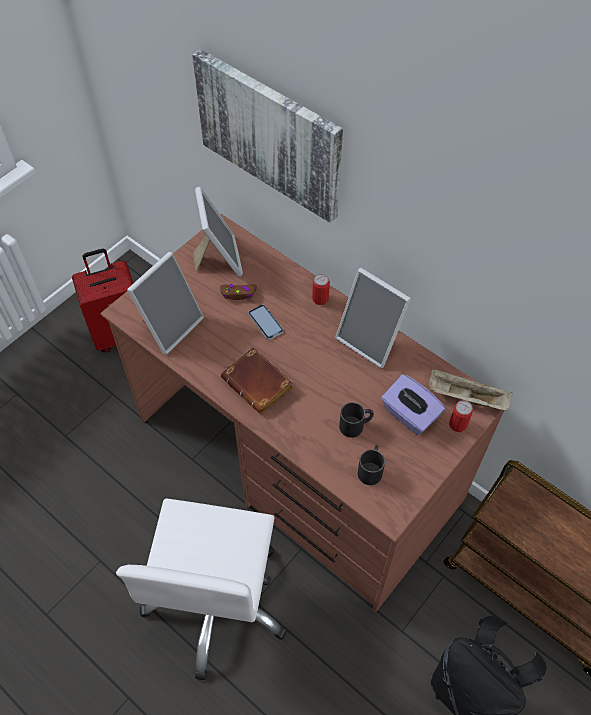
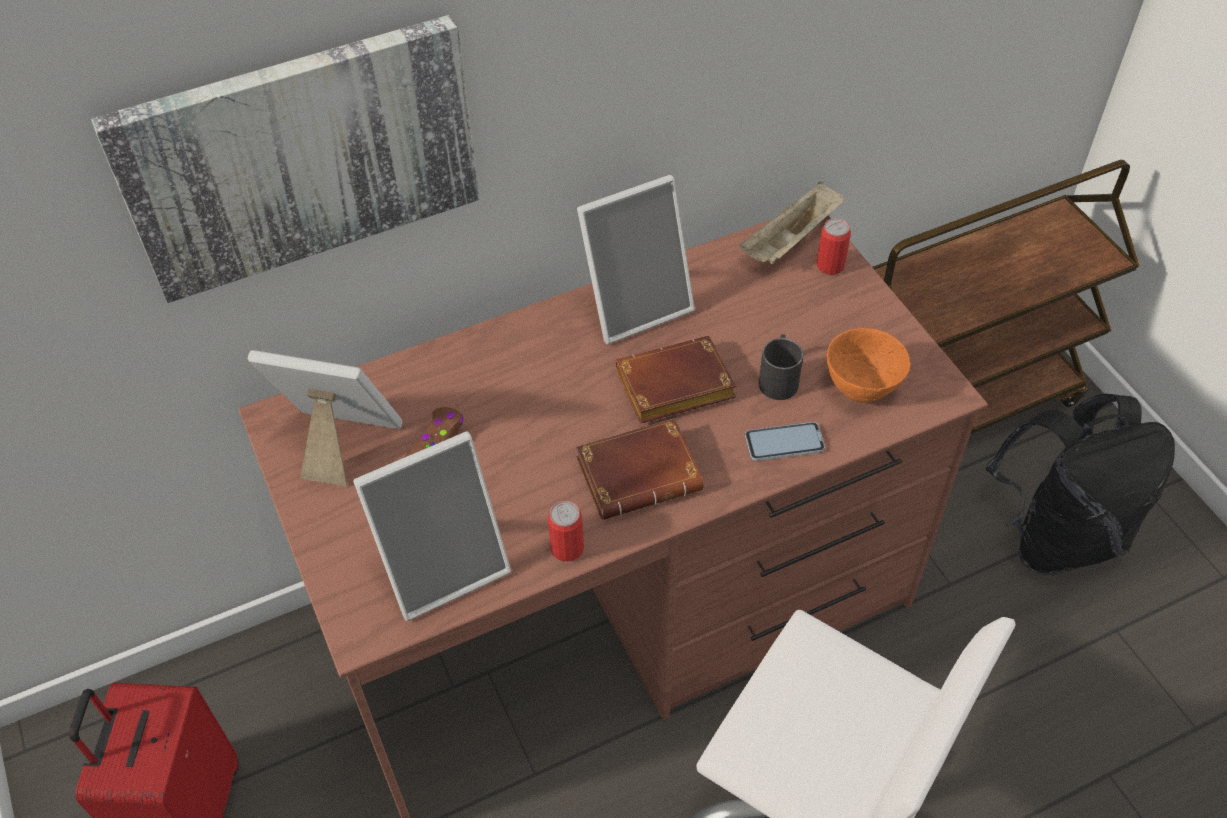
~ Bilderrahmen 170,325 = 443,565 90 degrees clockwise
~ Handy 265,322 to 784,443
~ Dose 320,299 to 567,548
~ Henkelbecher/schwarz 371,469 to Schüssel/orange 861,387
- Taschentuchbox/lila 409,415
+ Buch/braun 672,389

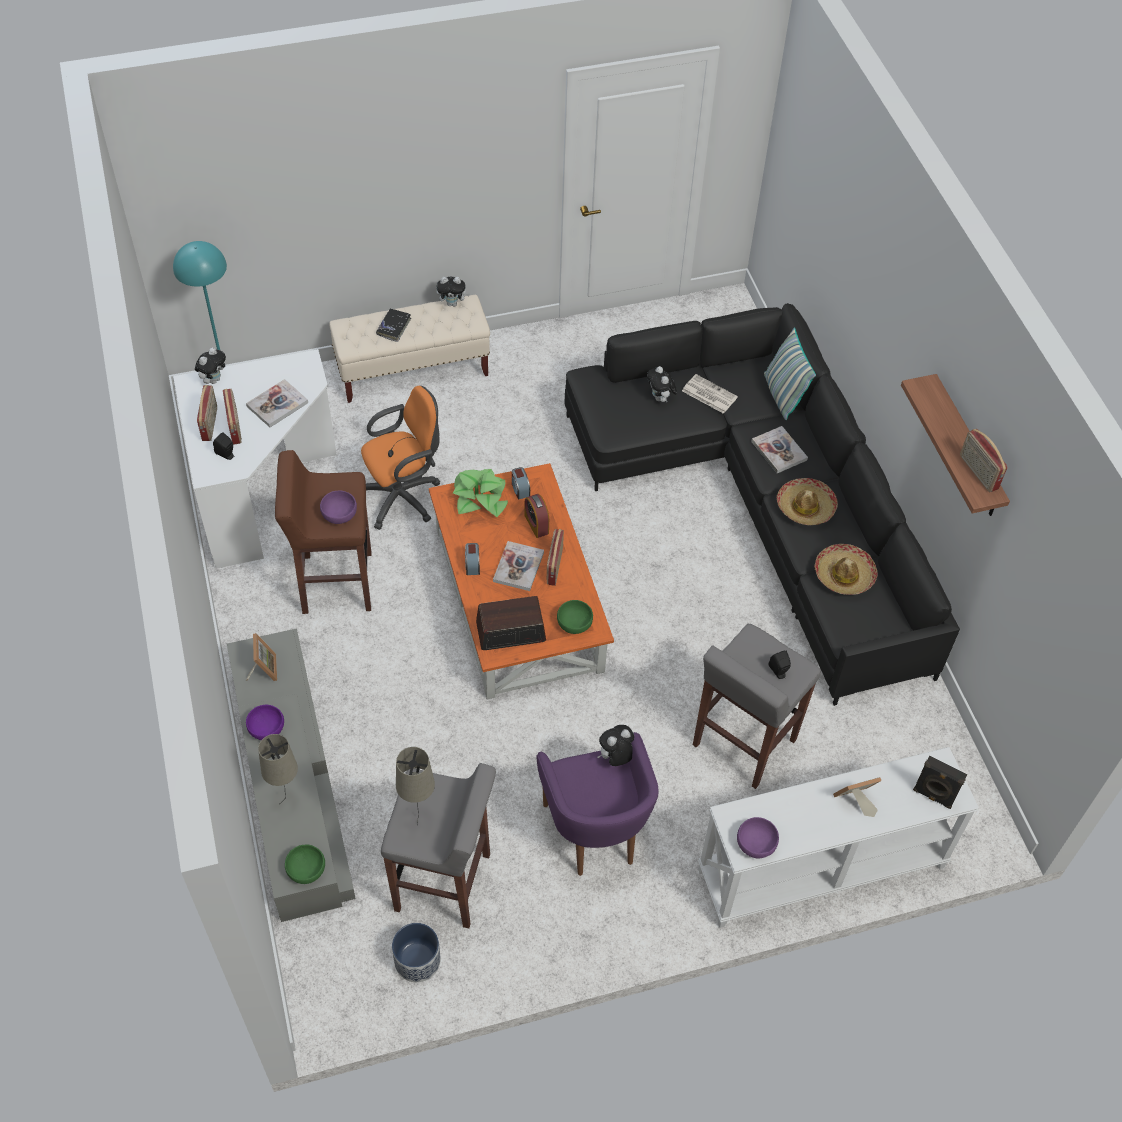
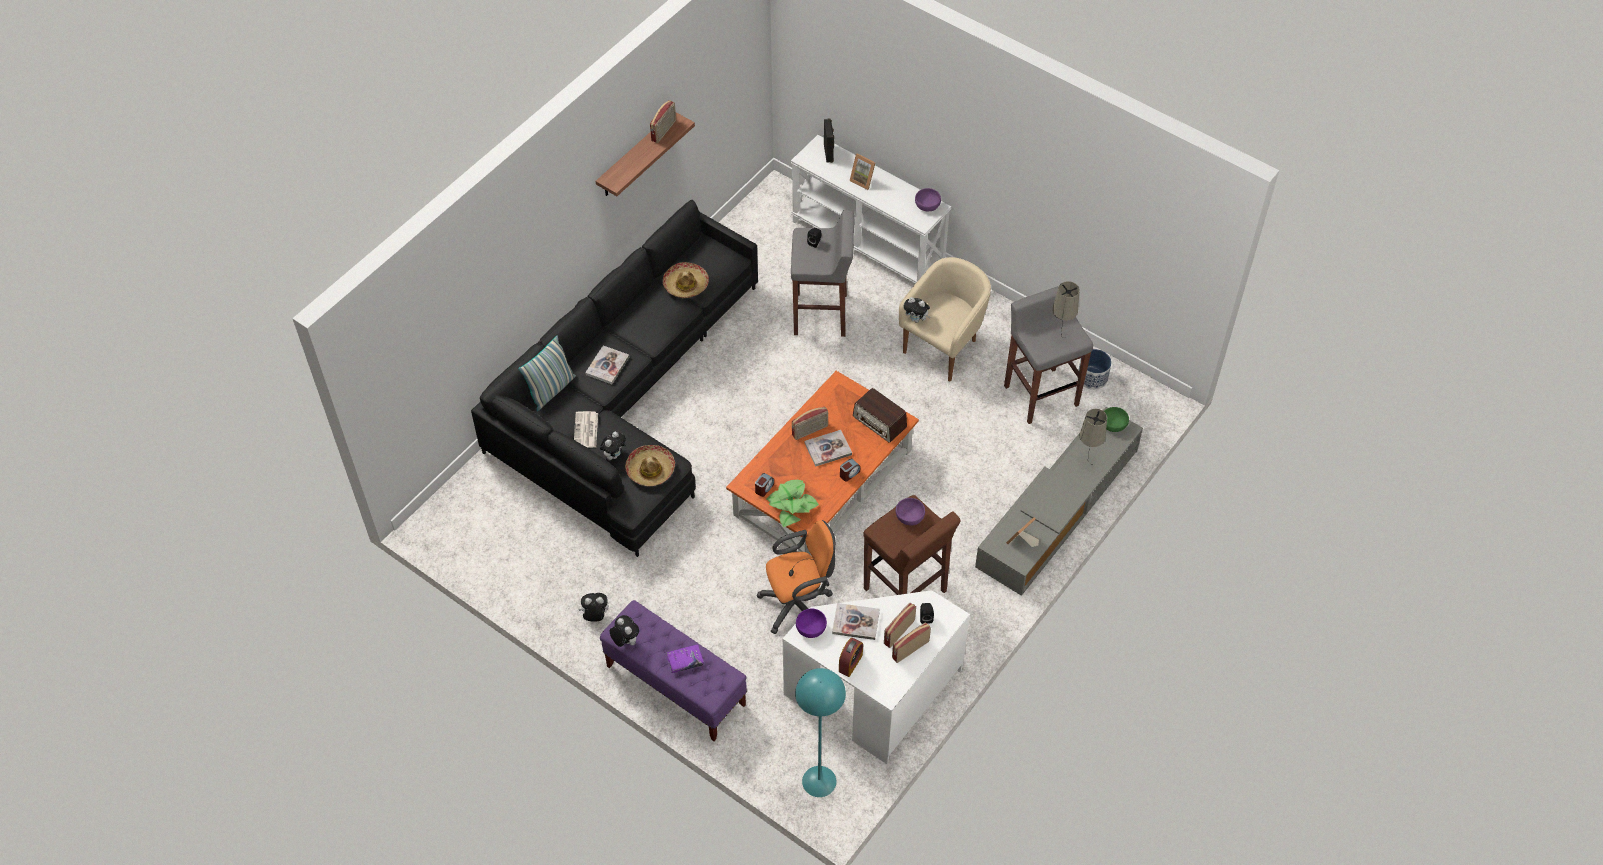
~ Plüschtier 213,379 to 595,616
~ Schüssel/lila 266,729 to 811,628
~ Bank/beige 413,371 to Bank/lila 675,685
~ Bürostuhl/orange 404,496 = 799,604 135 degrees clockwise
~ Buch/schwarz 394,327 to Buch/lila 685,661
~ Wecker 536,524 to 850,663
~ Sessel/lila 594,833 to Sessel/beige 944,348
- Schüssel/grün 574,623
~ Hut 805,507 to 650,470

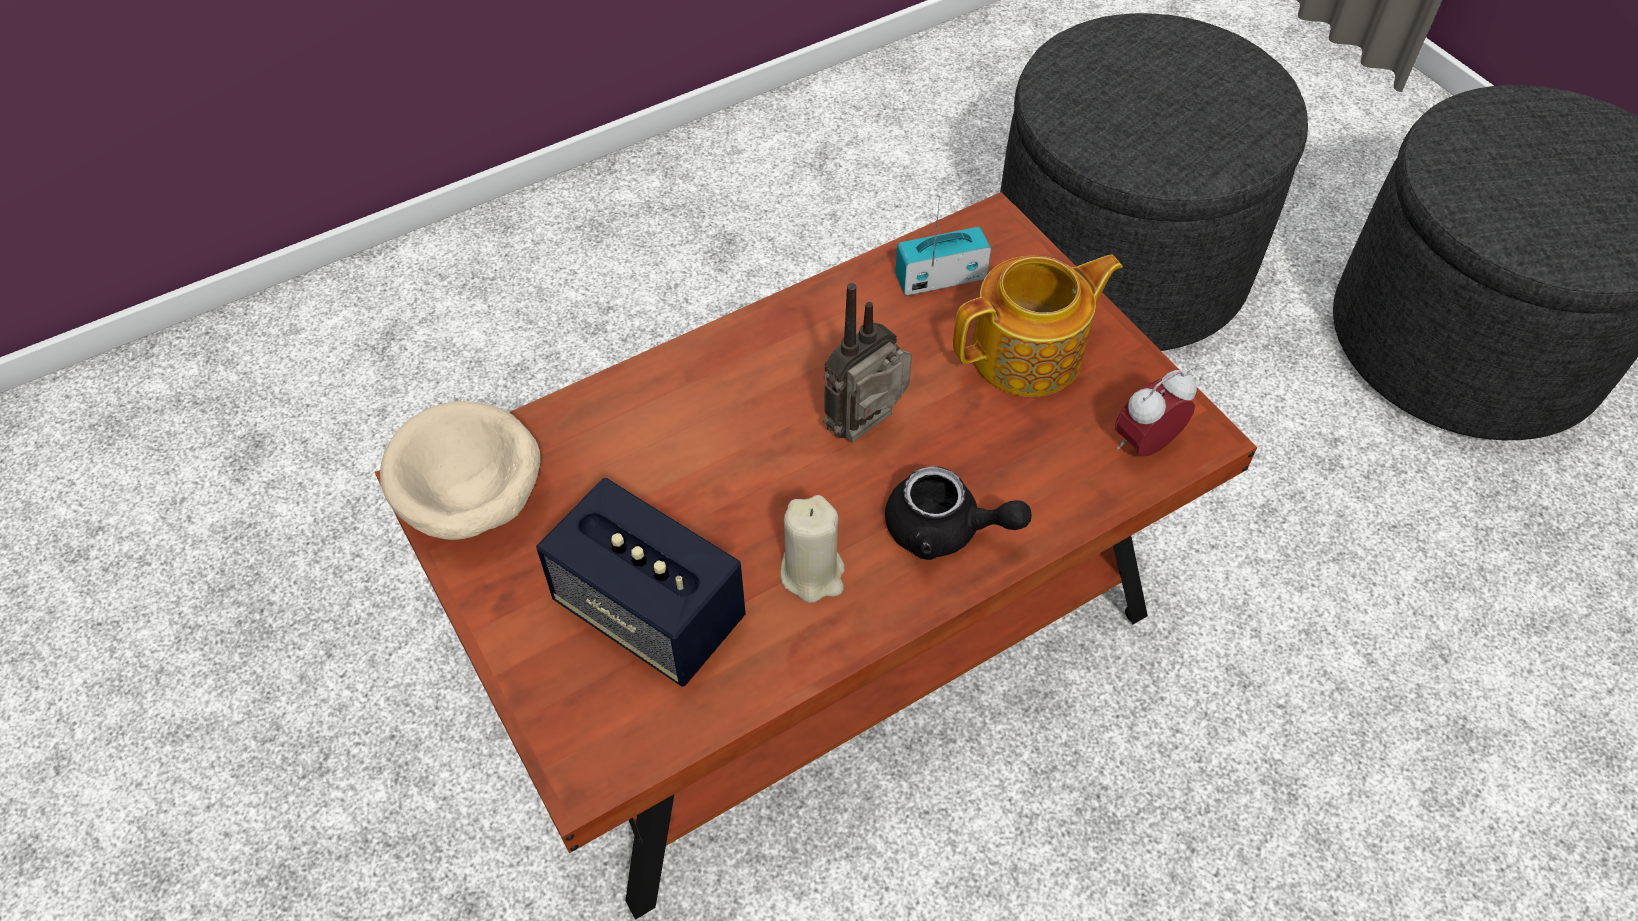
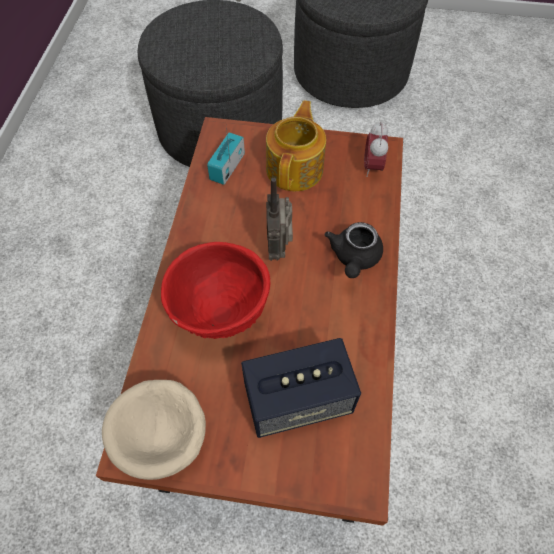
- Kerze/beige 813,573
~ Teekanne/schwarz 945,531 = 354,258 135 degrees clockwise
+ Schüssel/rot 220,312

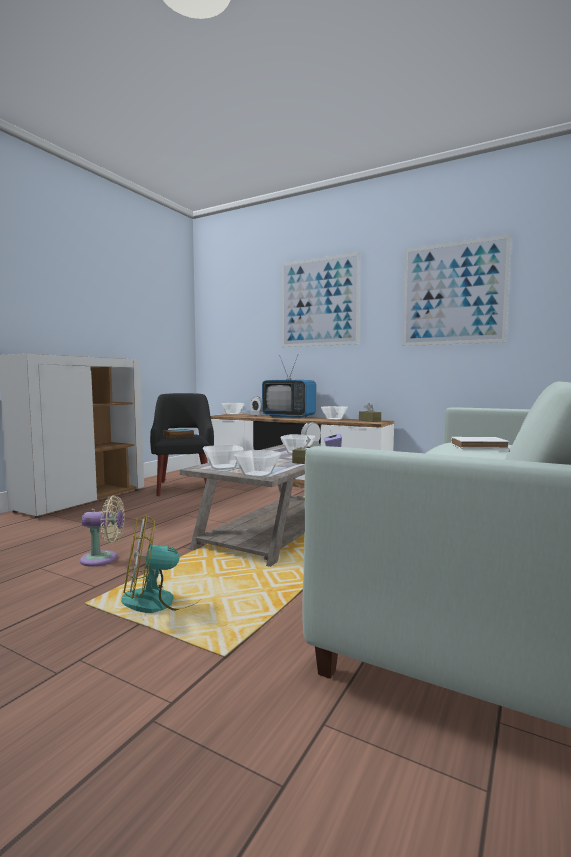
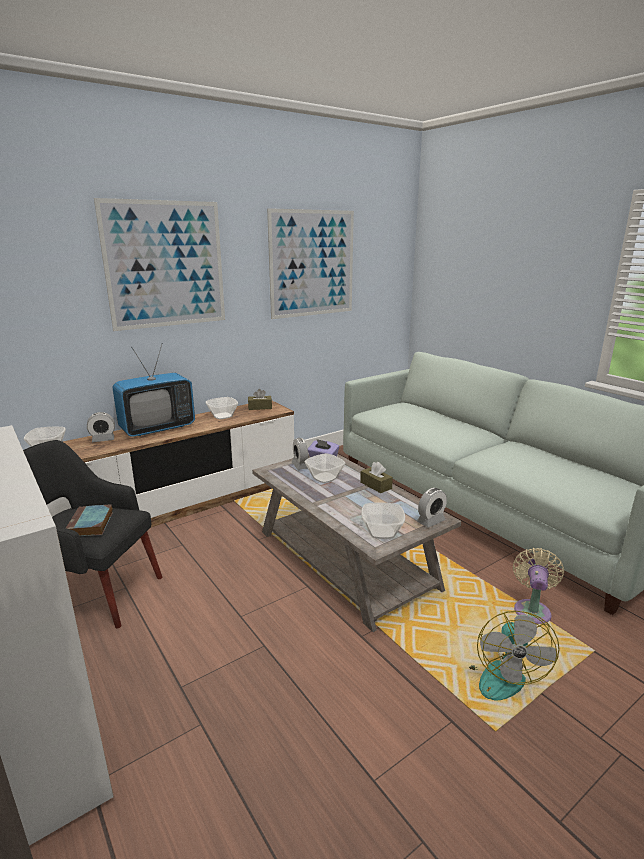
~ Ventilator/beige 103,559 to 532,609
~ Schüssel 258,474 to Wecker 431,521
- Buch/weiß 480,446

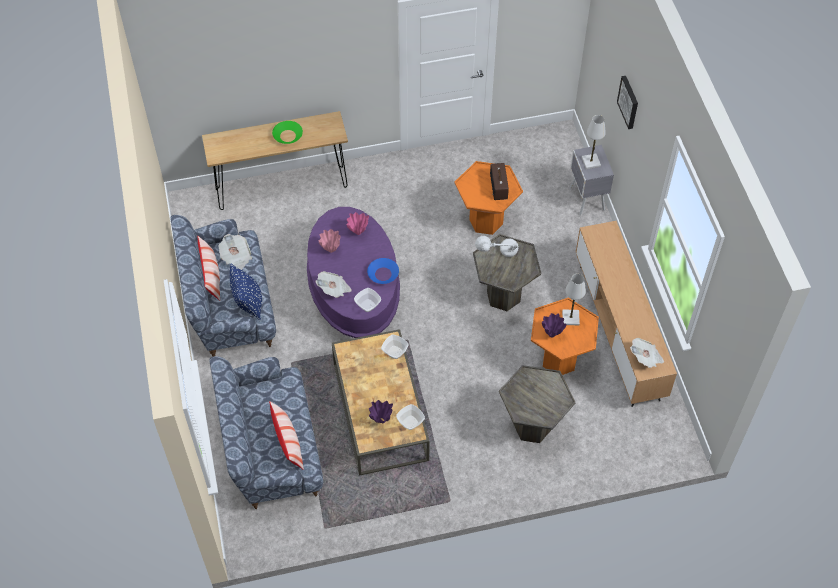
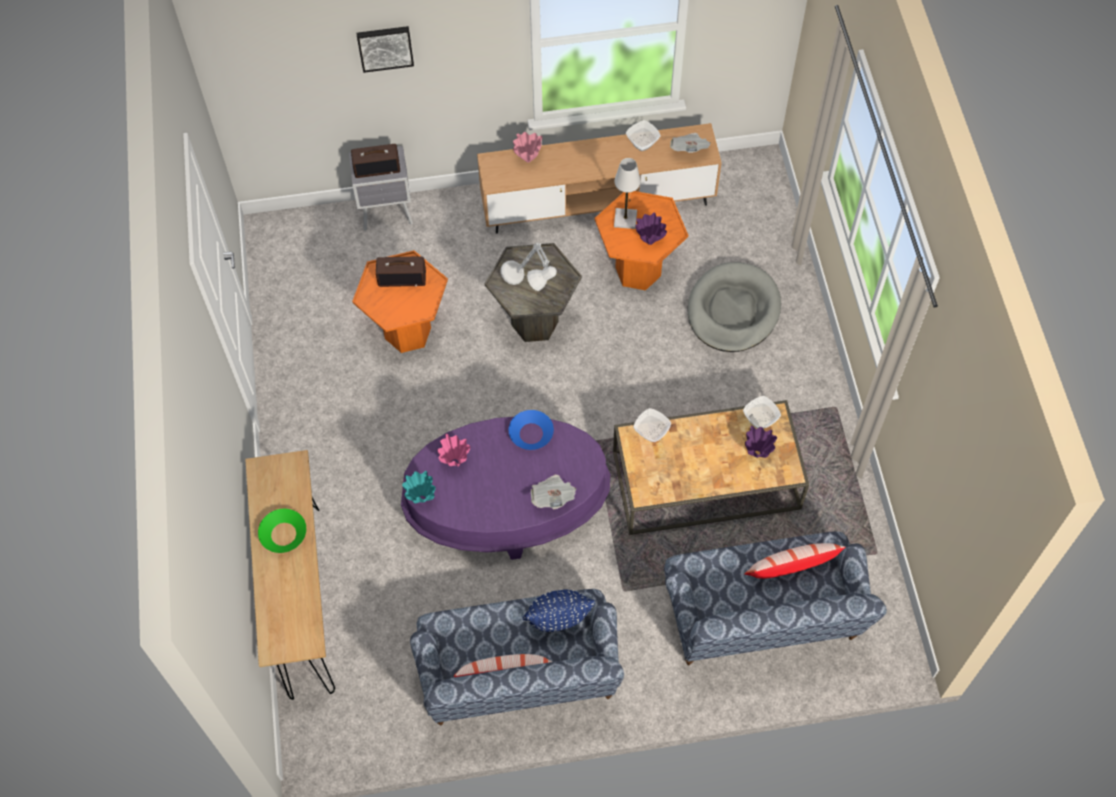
- Zeitung 236,257
~ Vase/rosa 331,250 to 527,160
~ Schüssel 368,305 to 642,143
~ Beistelltisch/grau 532,427 to Hundebett/grau 733,310
~ Tischlampe/weiß 591,162 to Radio 377,167
+ Vase/türkis 421,498

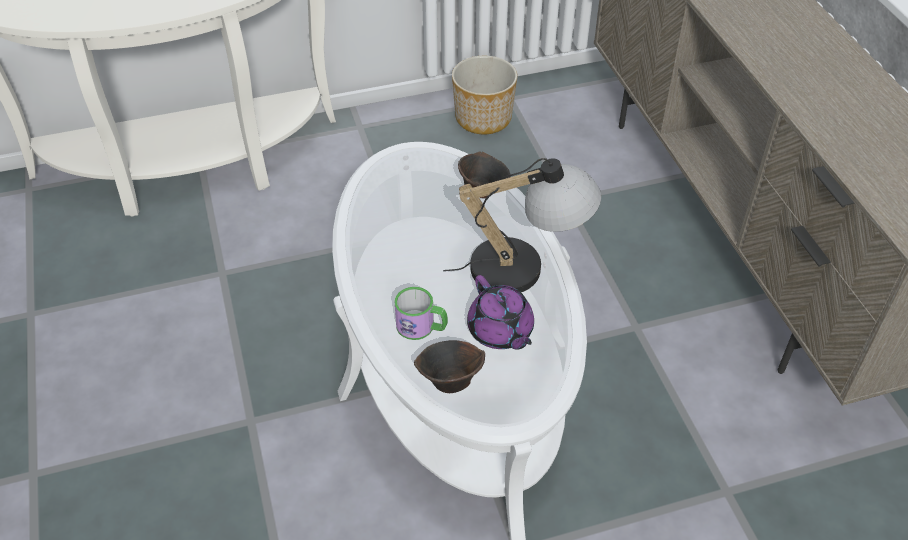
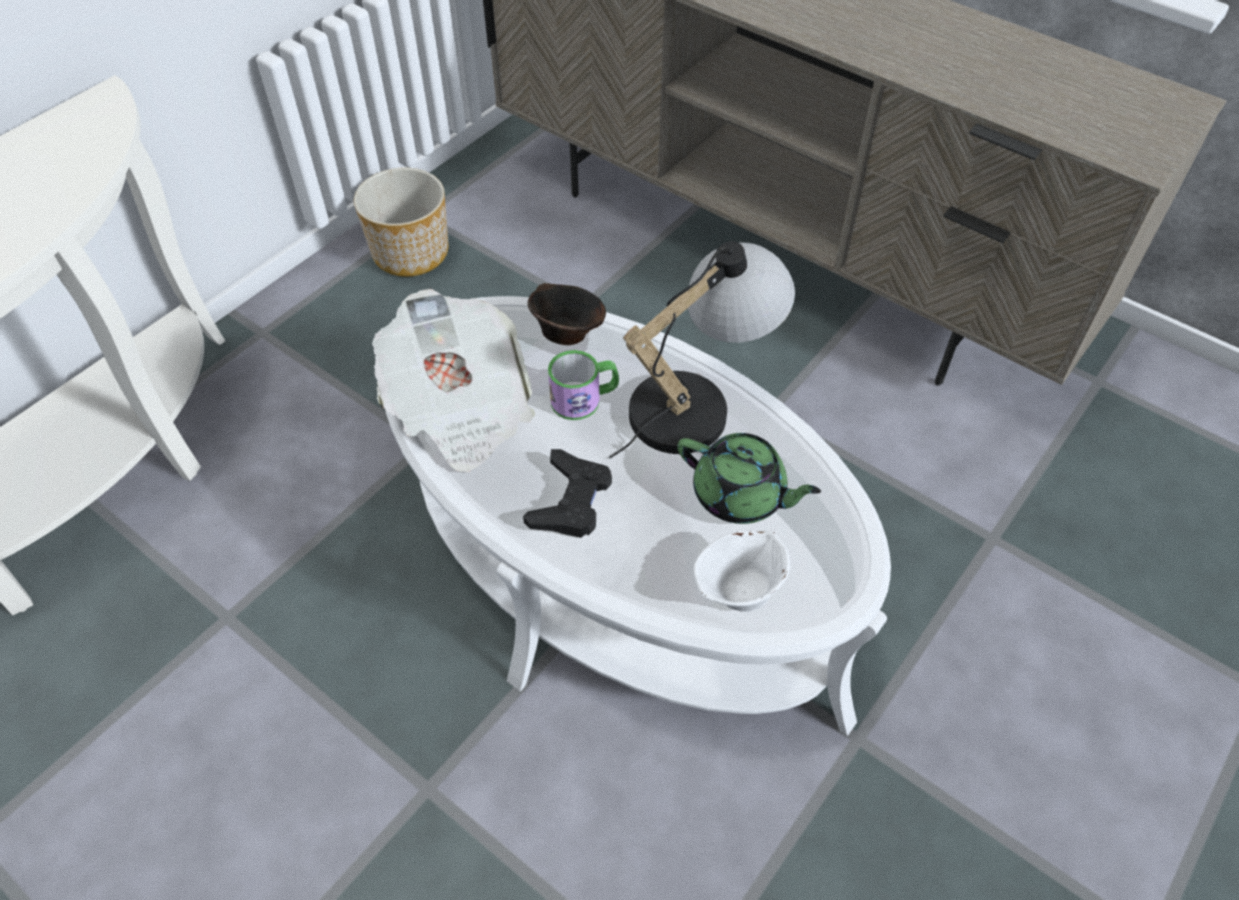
~ Henkelbecher 421,327 to 584,399
~ Schüssel/braun 449,380 to Schüssel/weiß 738,591
~ Teekanne/lila 500,331 to Teekanne/grün 740,495
+ Zeitung 460,408
+ Gamepad/schwarz 571,501

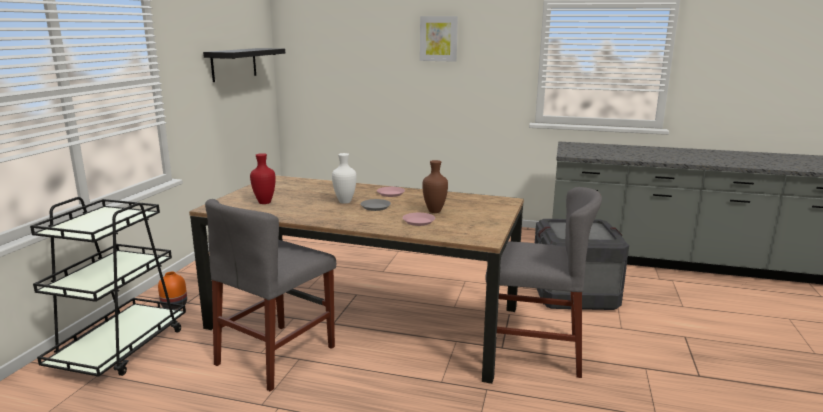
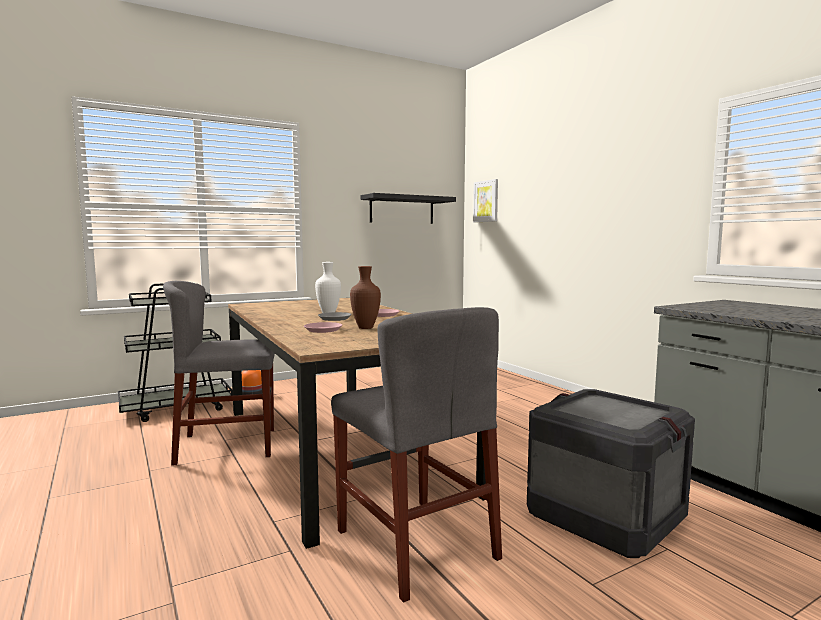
- Vase/rot 265,202
~ Bild 438,38 to 486,201

